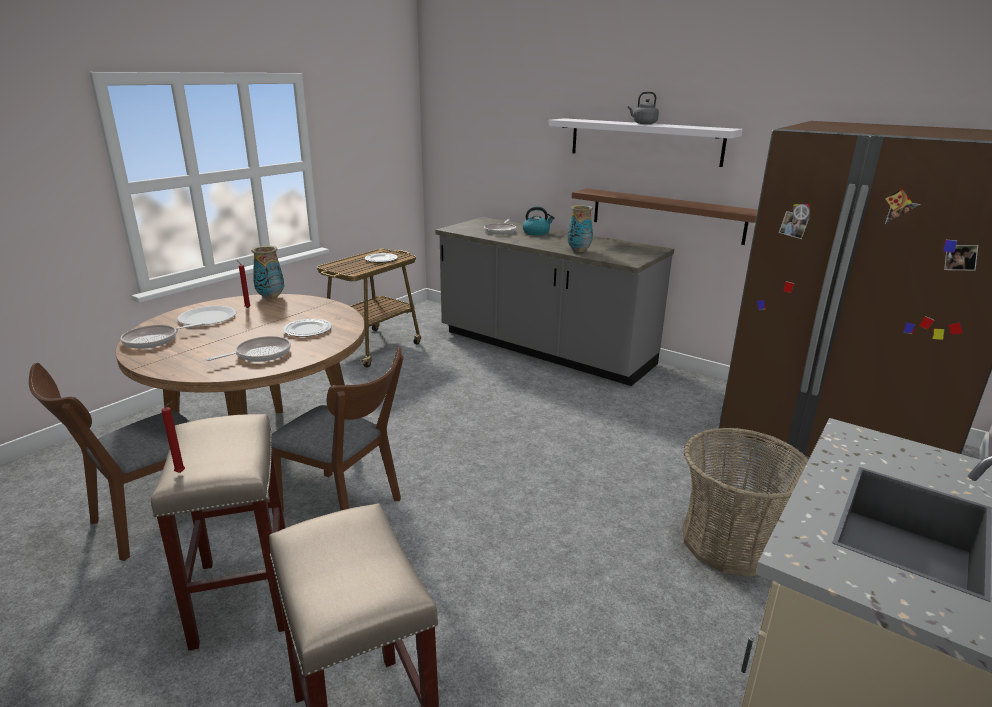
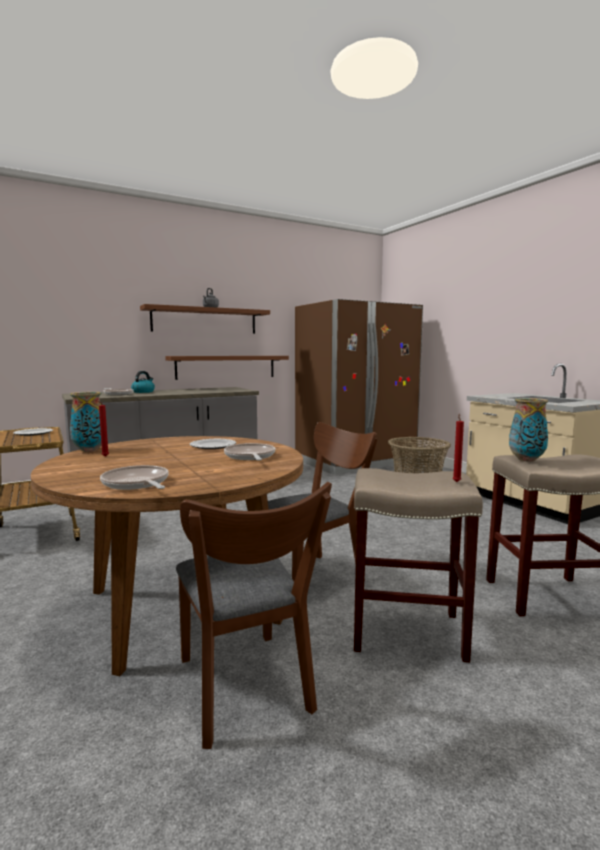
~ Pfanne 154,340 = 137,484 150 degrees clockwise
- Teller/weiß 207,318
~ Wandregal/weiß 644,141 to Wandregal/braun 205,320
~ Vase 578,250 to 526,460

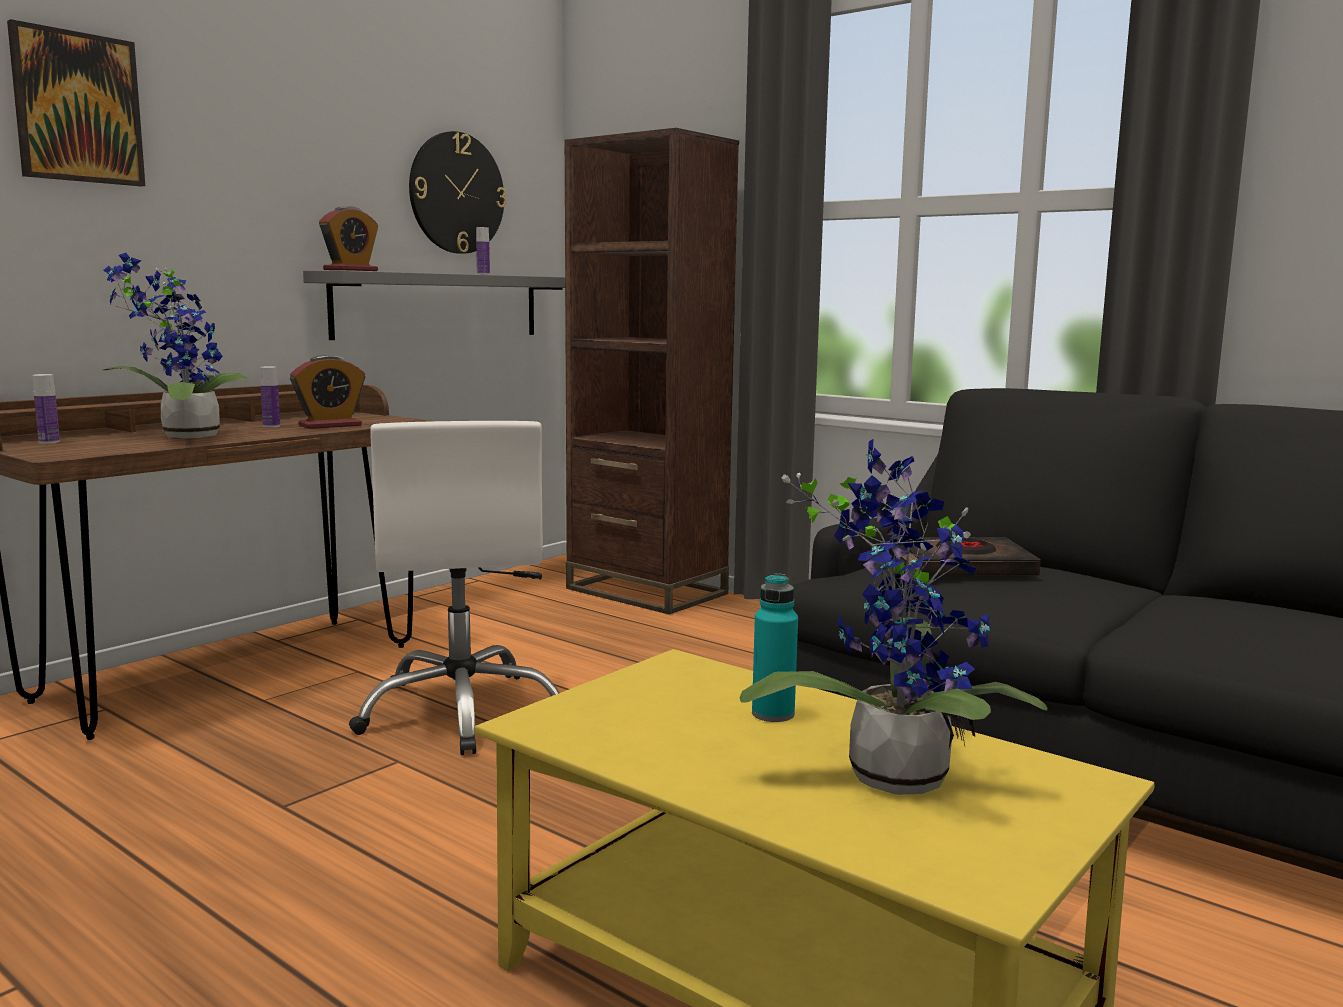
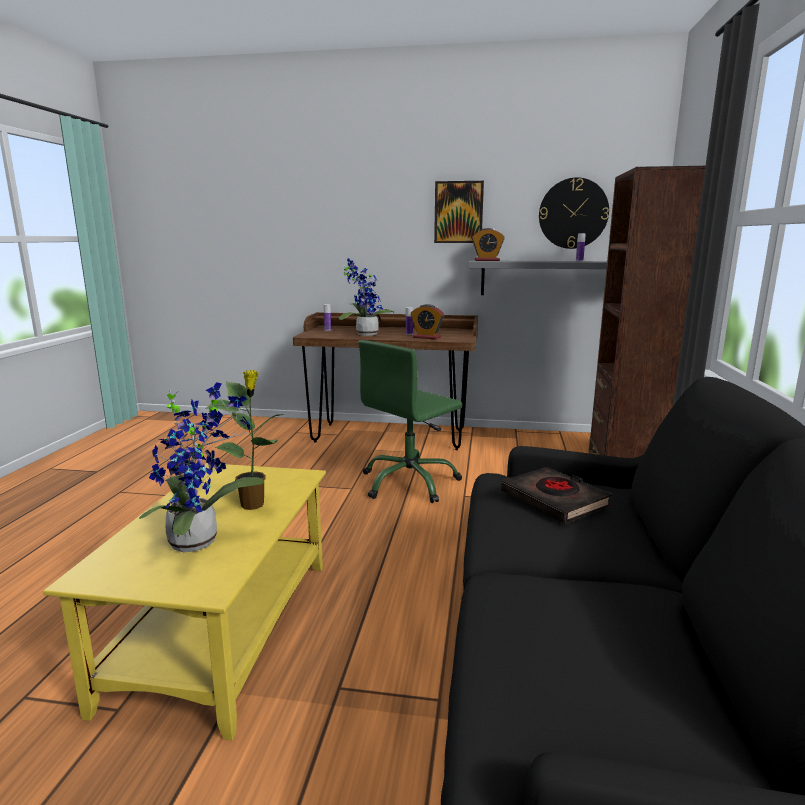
~ Bild 77,108 to 458,212
~ Bürostuhl/weiß 462,711 to Bürostuhl/grün 409,482
~ Flasche/türkis 773,714 to Topfpflanze 254,504

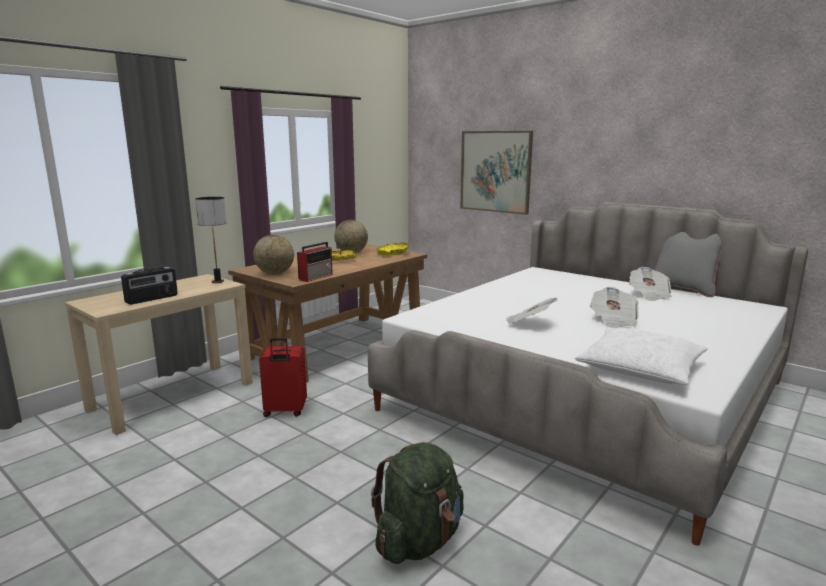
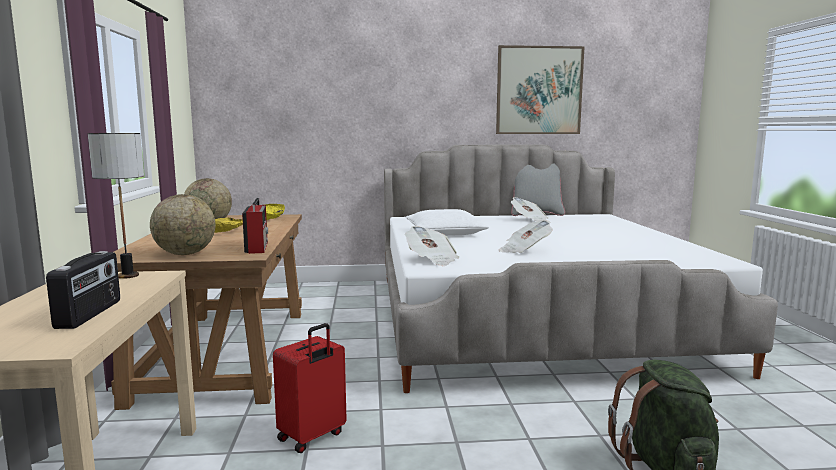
~ Bild 495,171 to 539,90
~ Kissen/weiß 640,368 to 445,233
~ Zeitung 613,320 to 432,260

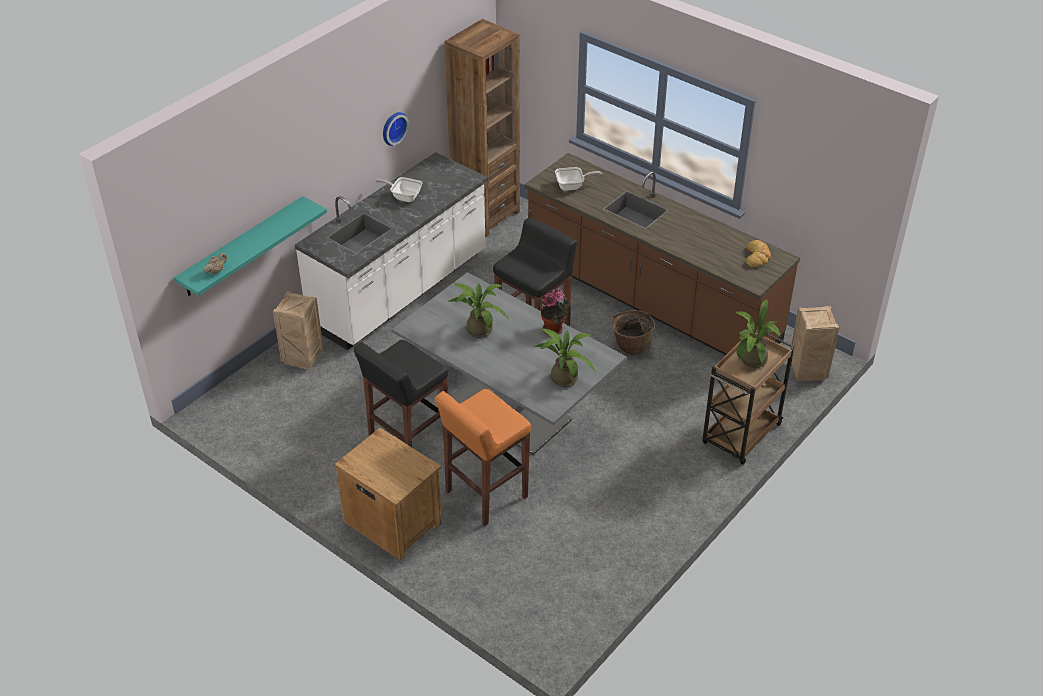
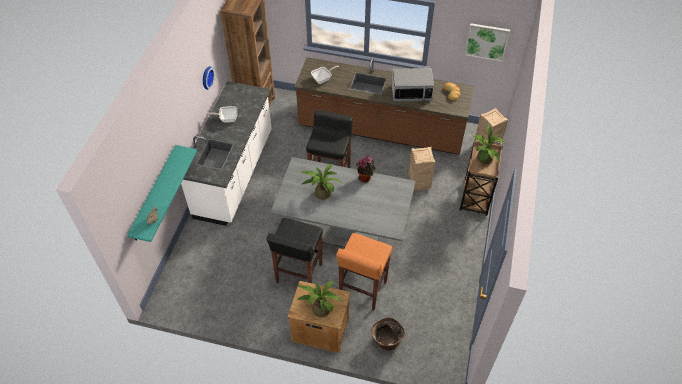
~ Kiste 302,357 to 418,183
~ Topfpflanze 562,376 to 319,308
~ Korb 631,346 to 386,341
+ Mikrowelle 411,93
+ Bild 486,42

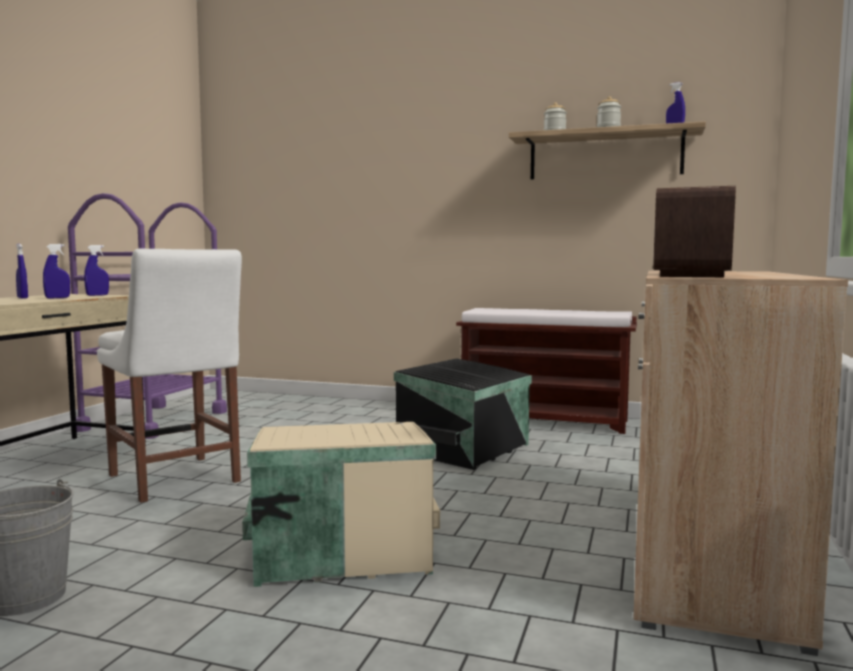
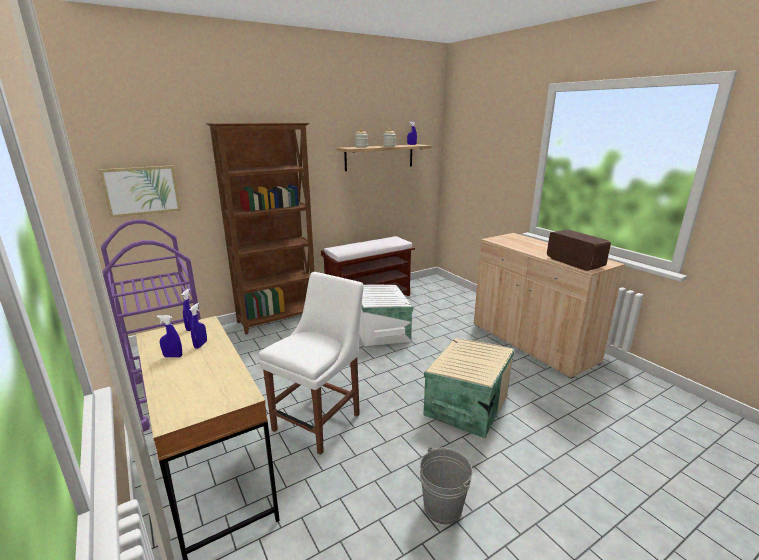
~ Stuhl/weiß 175,480 = 320,420 60 degrees counterclockwise
~ Aufbewahrungsbox/schwarz 466,448 to Aufbewahrungsbox/weiß 381,330
+ Bild 142,190
+ Bücherregal/braun 278,319

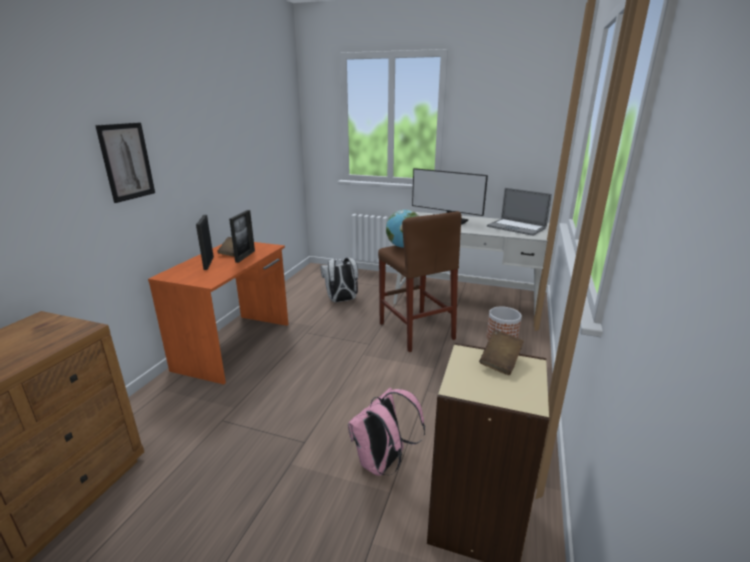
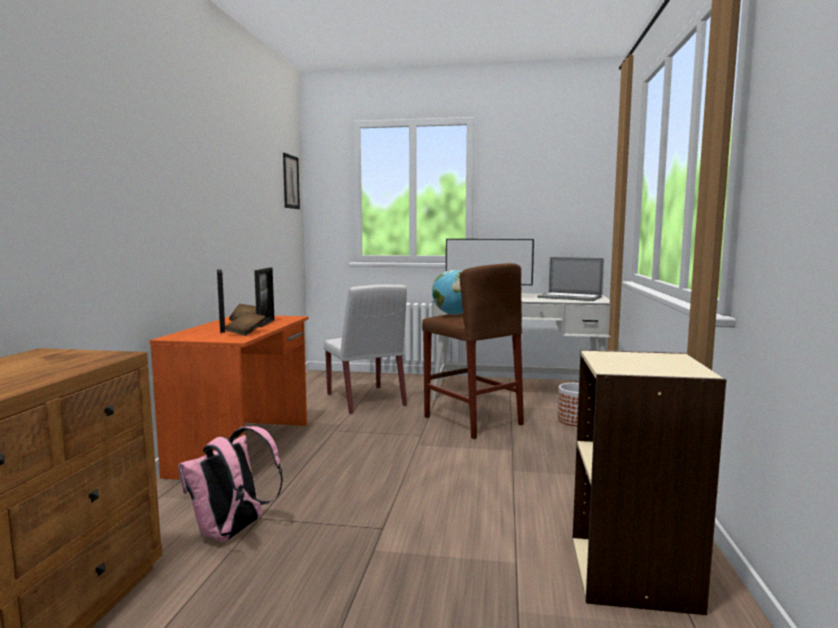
~ Bild 126,162 to 291,182
~ Rucksack/weiß 341,300 to Stuhl/weiß 366,400
~ Rucksack/rosa 383,463 to 232,532
~ Buch/braun 500,362 to 246,332

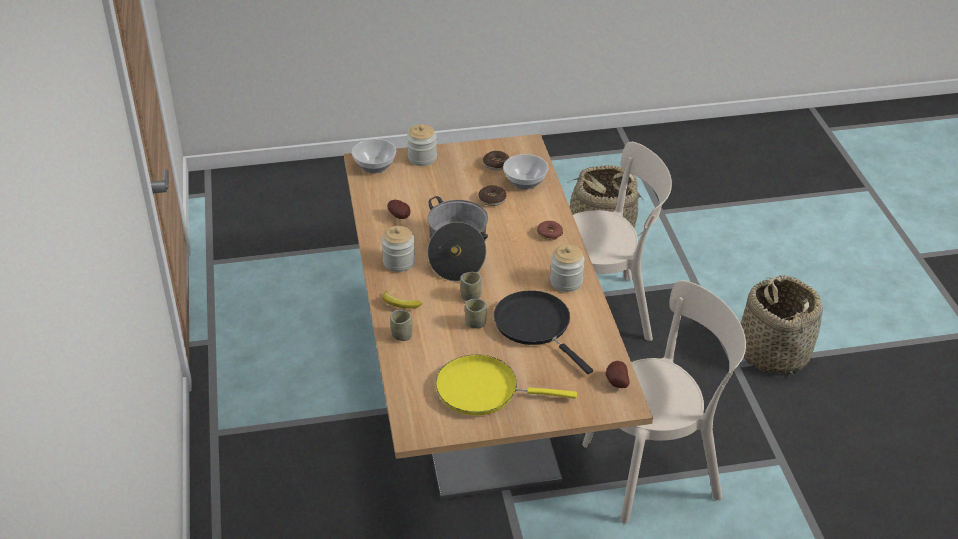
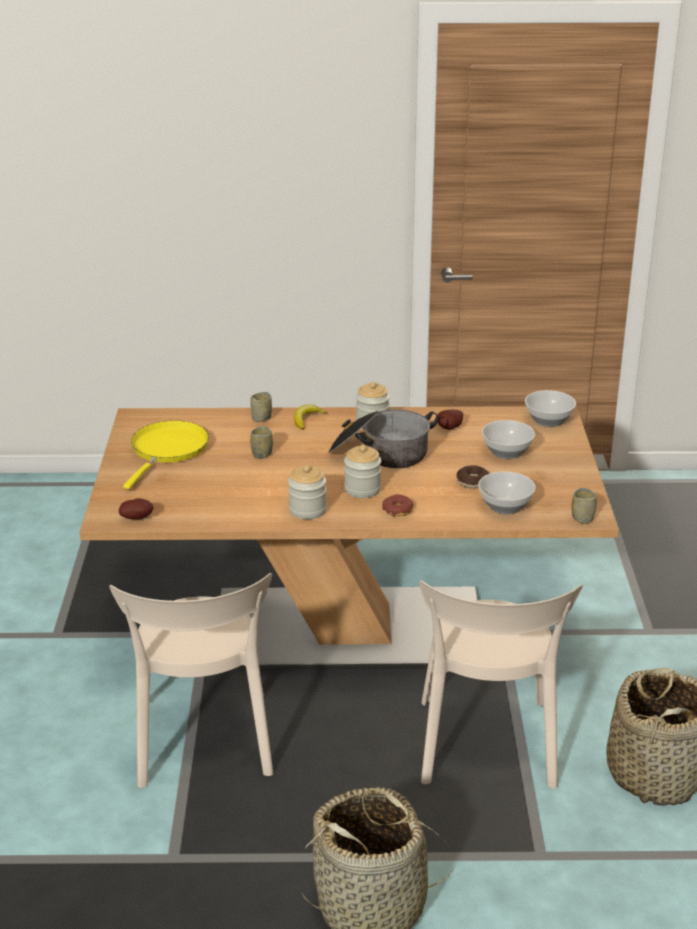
~ Vorratsglas 422,158 to 362,489
~ Tasse 470,296 to 582,518
- Donut 496,164
- Pfanne/schwarz 535,326
+ Schüssel 506,452

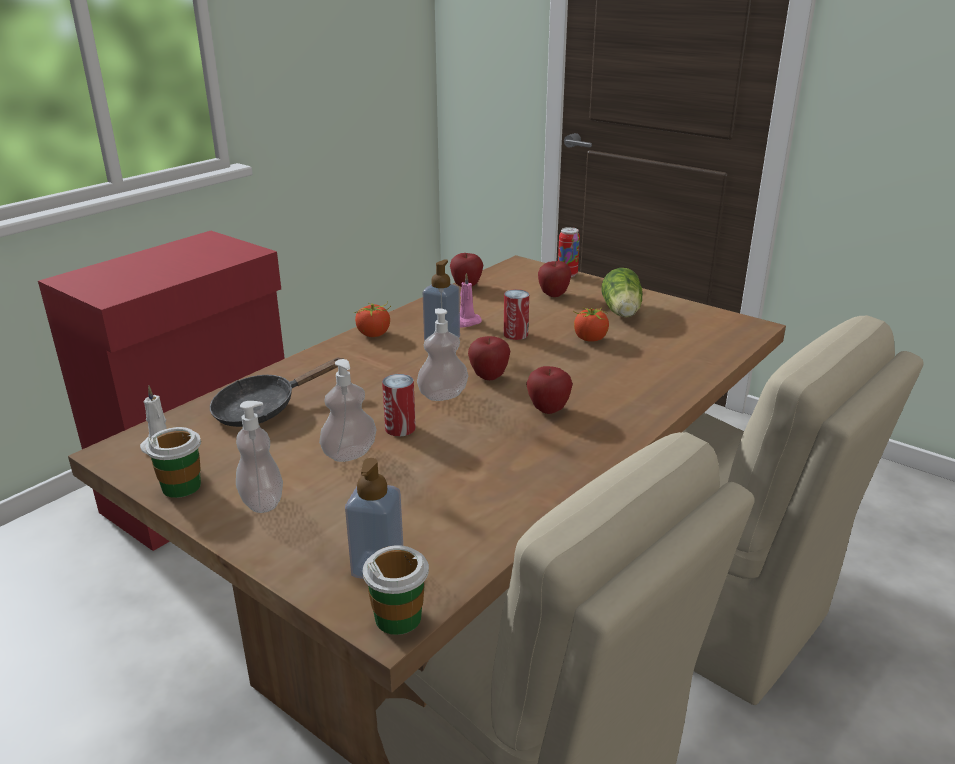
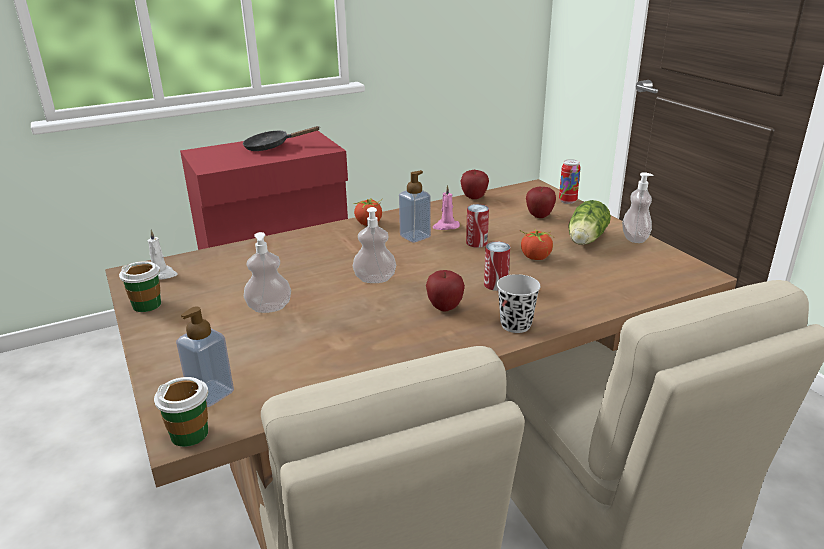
~ Pfanne/schwarz 263,409 to 271,147
~ Seifenspender 262,502 to 634,238
~ Dose 400,428 to 496,284
- Apfel 489,377
+ Tasse/schwarz 515,325

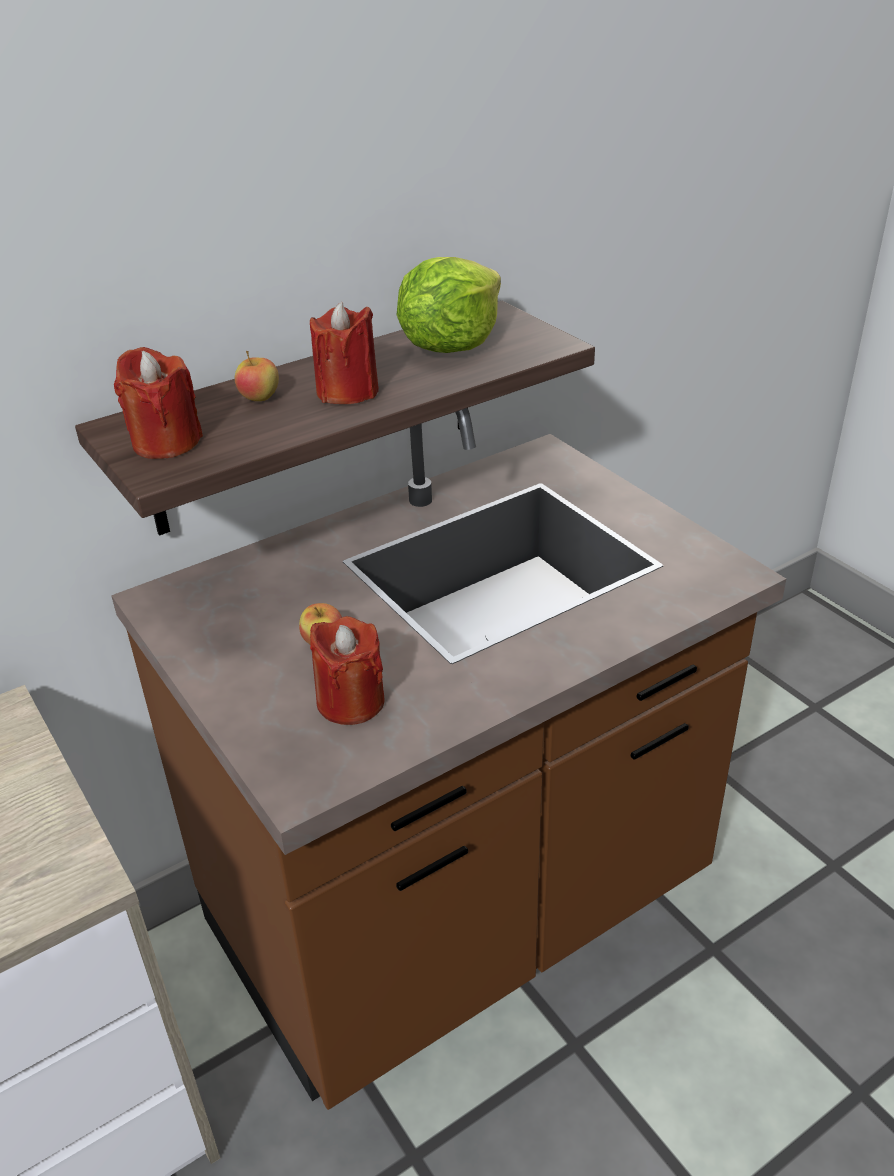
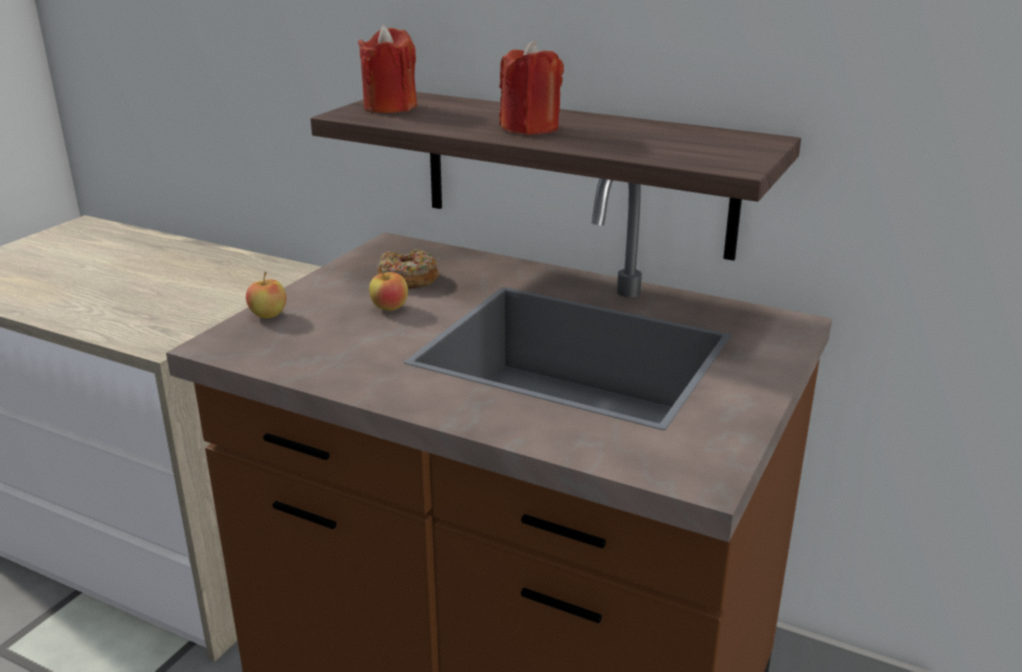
~ Apfel 259,398 to 268,315
- Kerze/rot 350,702
- Salatkopf 451,345
+ Donut 408,279

